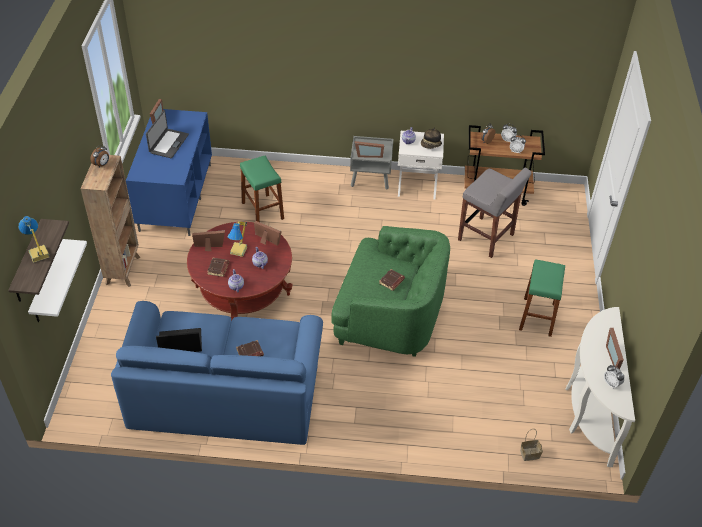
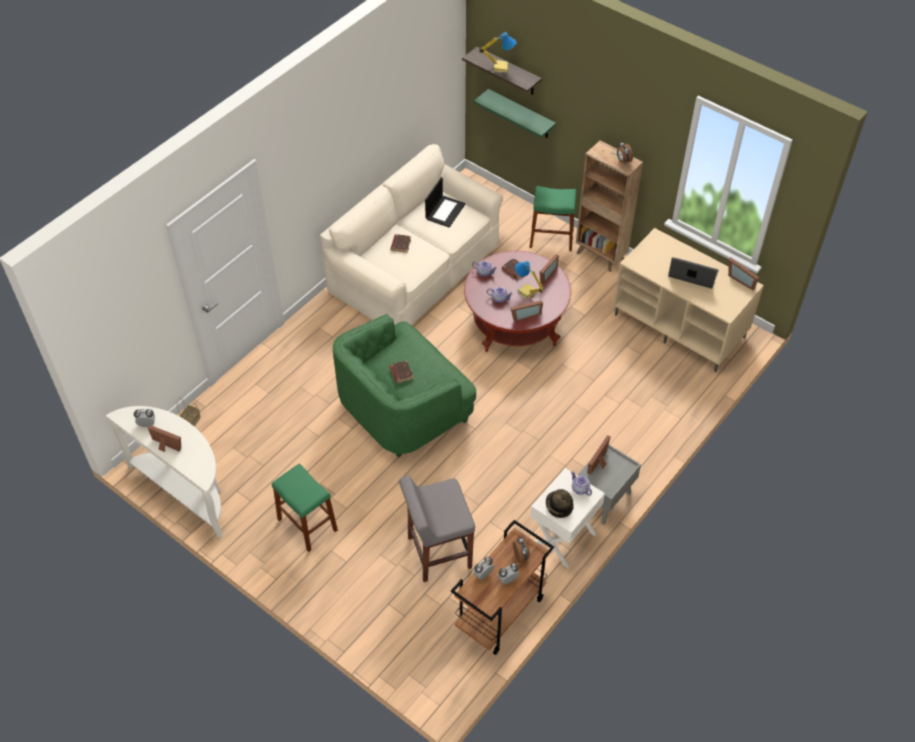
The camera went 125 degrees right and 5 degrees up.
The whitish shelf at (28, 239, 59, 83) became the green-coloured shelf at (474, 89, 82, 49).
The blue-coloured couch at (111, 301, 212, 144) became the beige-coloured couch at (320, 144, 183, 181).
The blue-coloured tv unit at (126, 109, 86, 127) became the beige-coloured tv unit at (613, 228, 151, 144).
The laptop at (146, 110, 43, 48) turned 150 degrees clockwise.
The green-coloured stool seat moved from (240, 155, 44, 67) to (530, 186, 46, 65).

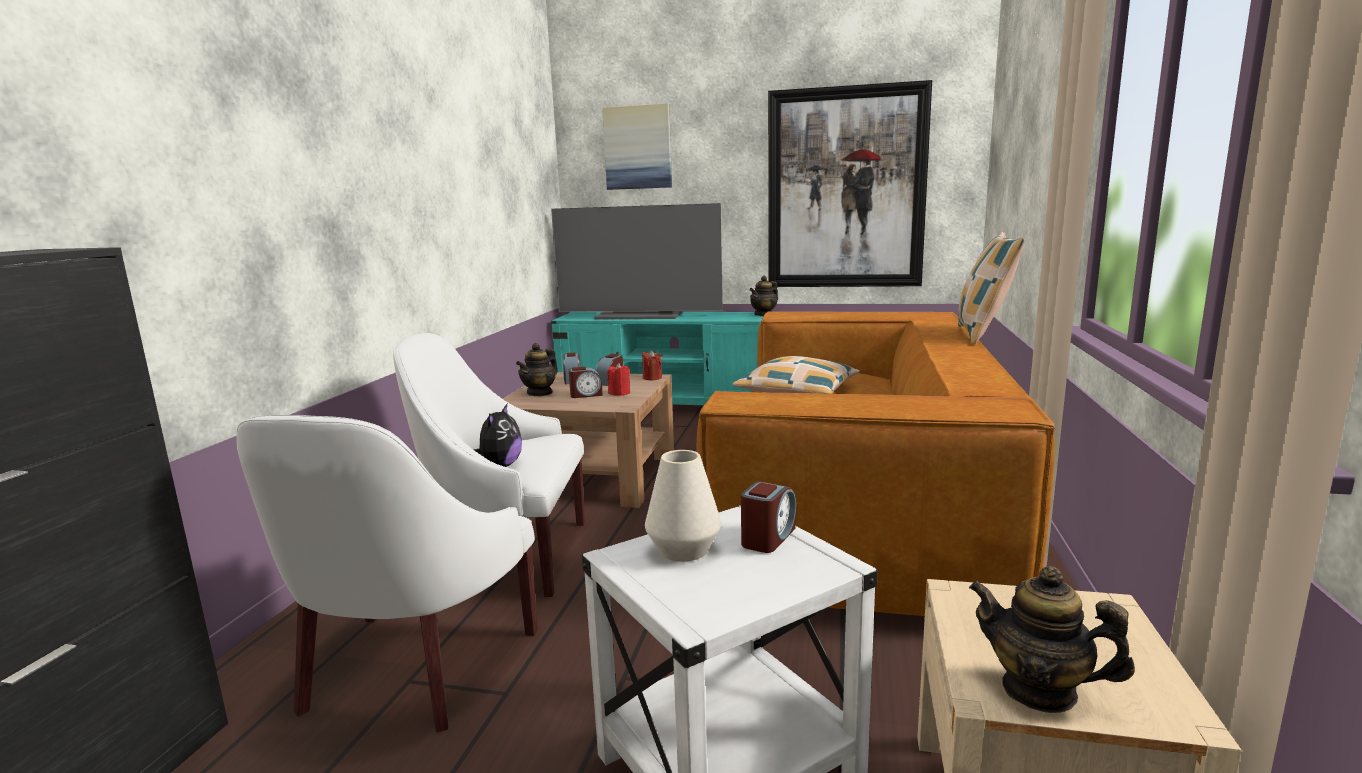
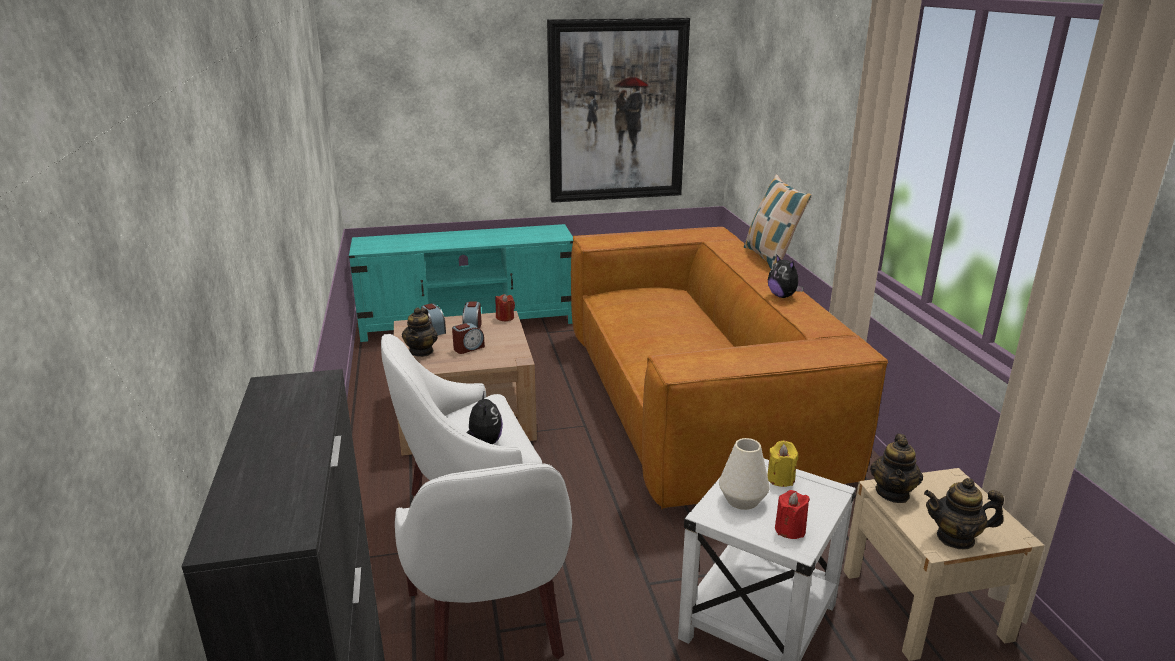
The camera went 25 degrees left and 10 degrees up.
The television at (551, 203, 172, 116) disappeared.
The picture at (602, 103, 70, 87) disappeared.
The red-coloured wax light moved from (607, 363, 23, 33) to (775, 490, 35, 49).
The throw pillow at (733, 356, 127, 38) disappeared.
The bedside clock at (741, 482, 55, 71) was replaced by the yellowish wax light at (767, 441, 31, 46).
The tea pot moved from (749, 276, 29, 40) to (870, 434, 53, 69).
The plush toy at (768, 254, 36, 44) appeared.

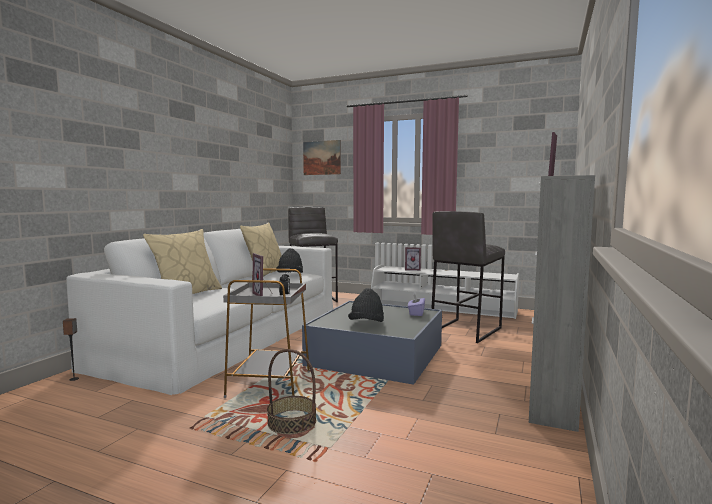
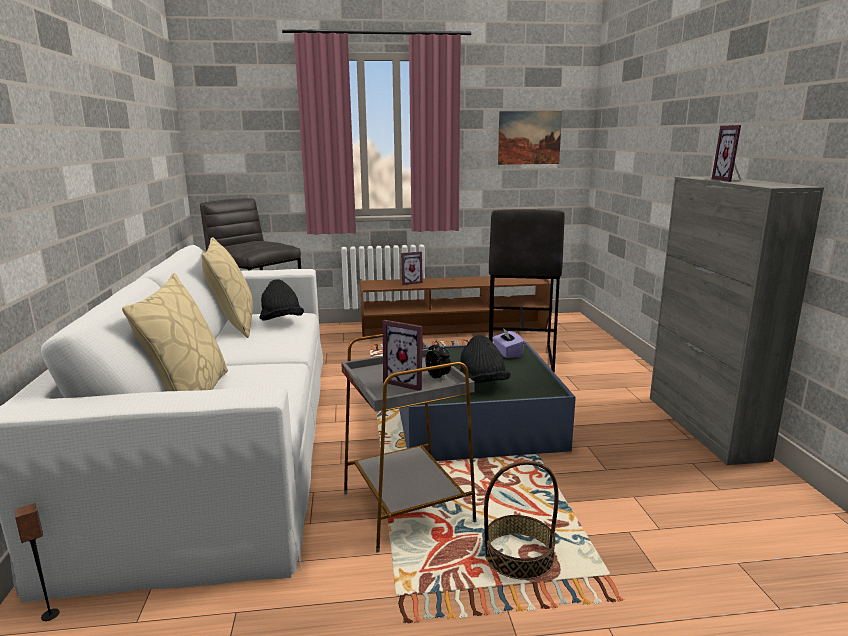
The camera went 30 degrees left and 10 degrees up.
The picture moved from (303, 140, 38, 35) to (498, 111, 64, 54).
The whitish tv unit at (371, 265, 148, 54) became the brown-coloured tv unit at (360, 276, 193, 61).

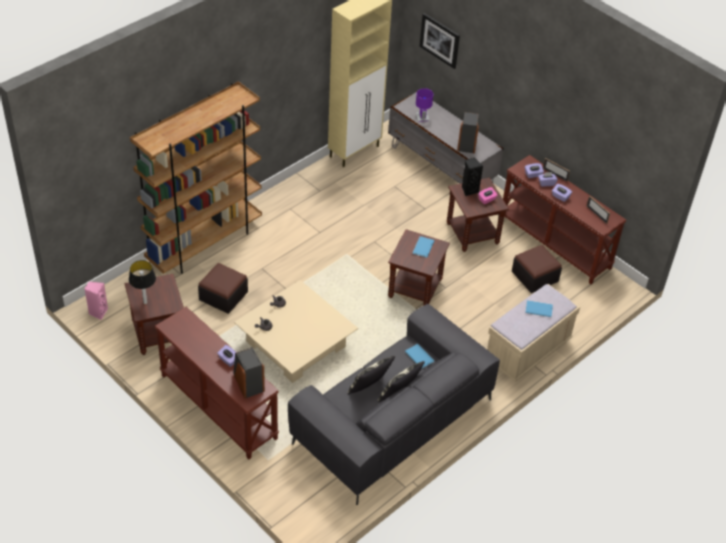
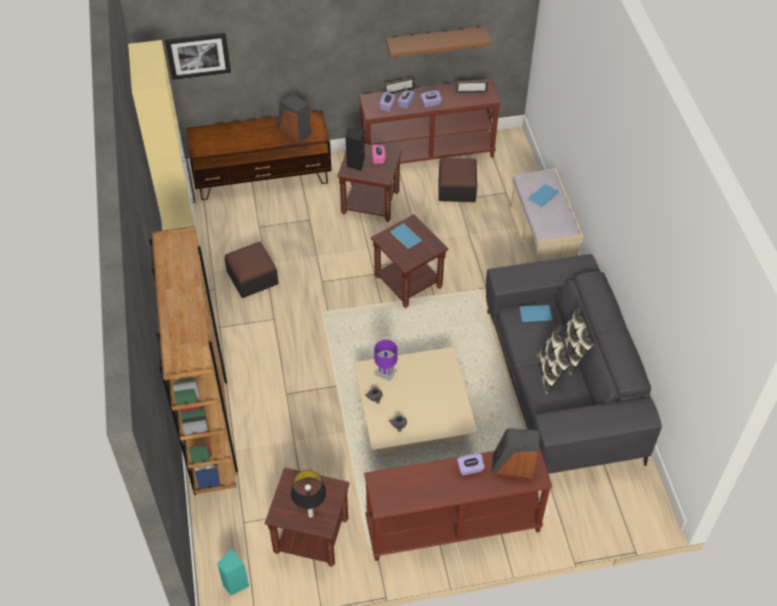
The camera went 55 degrees left and 5 degrees up.
The pink speaker at (84, 282, 24, 38) became the blue-green speaker at (217, 549, 32, 46).
The pouffe moved from (198, 263, 50, 51) to (224, 242, 55, 56).
The gray tv unit at (388, 92, 115, 92) became the brown-coloured tv unit at (186, 111, 145, 89).
The purple lamp for a table moved from (416, 88, 17, 34) to (374, 340, 24, 41).
The brown-coloured shelf at (386, 26, 106, 32) appeared.

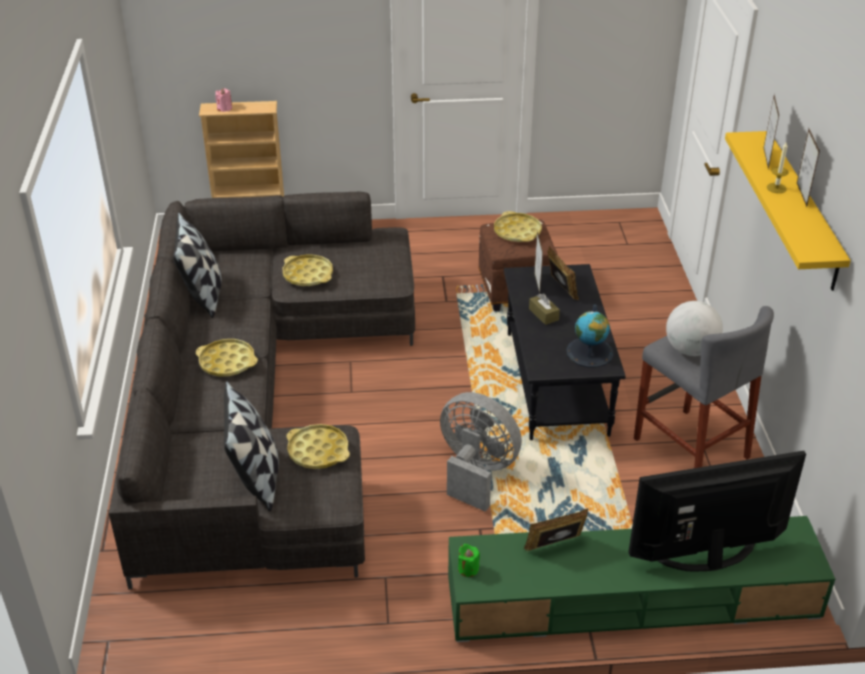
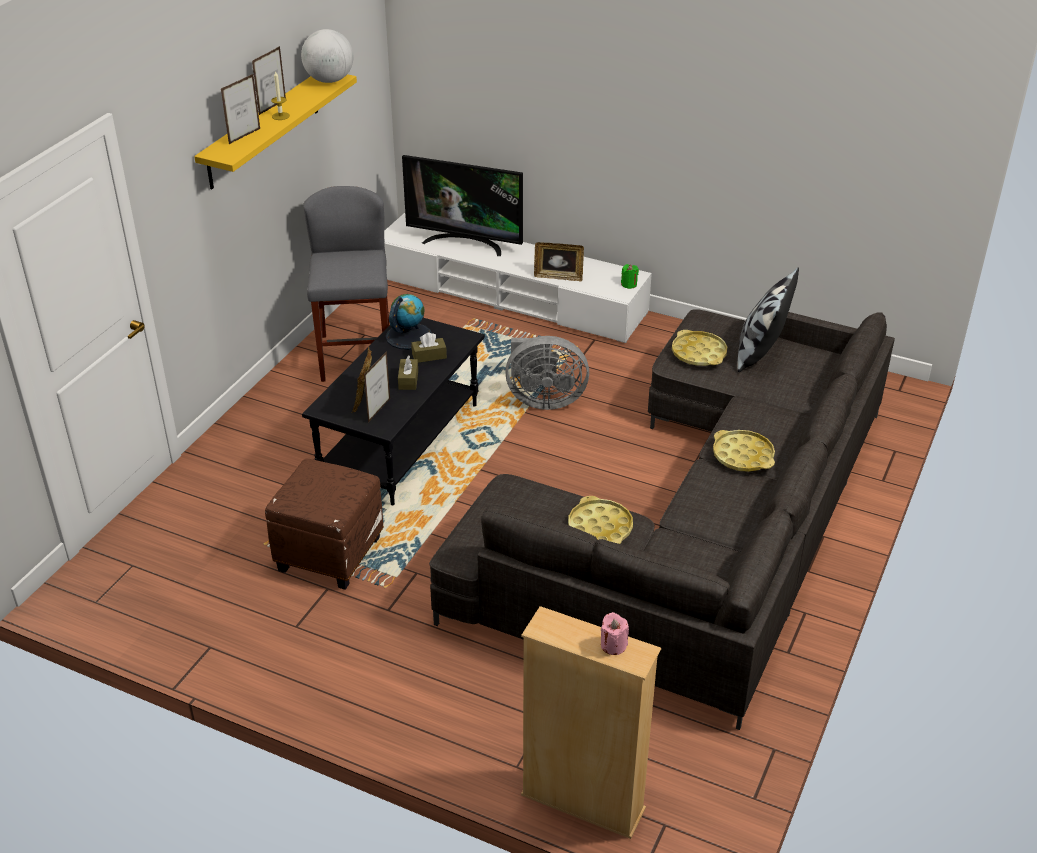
The camera went 150 degrees left and 0 degrees up.
The throw pillow at (173, 212, 49, 106) disappeared.
The gray cooling fan at (440, 392, 82, 120) turned 60 degrees counterclockwise.
The green-coloured tv unit at (448, 516, 387, 126) became the whitish tv unit at (384, 213, 268, 130).
The yellowish carrying tray at (494, 211, 48, 31) disappeared.
The world globe moved from (666, 301, 57, 55) to (301, 29, 52, 54).
The brown-coloured tissue holder at (411, 332, 36, 31) appeared.

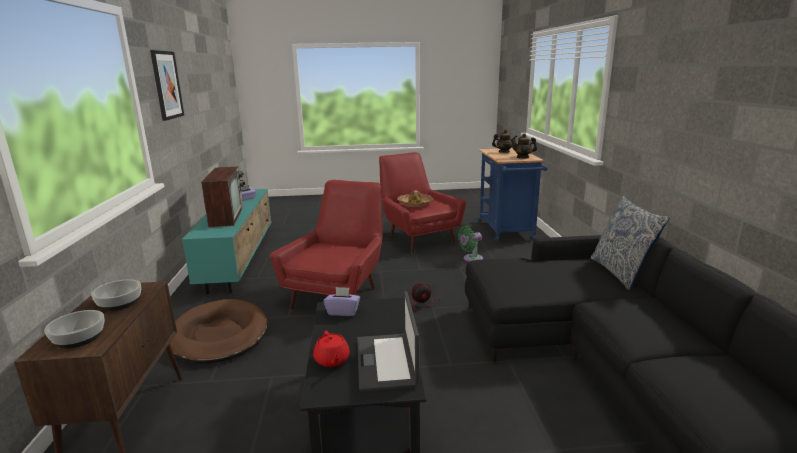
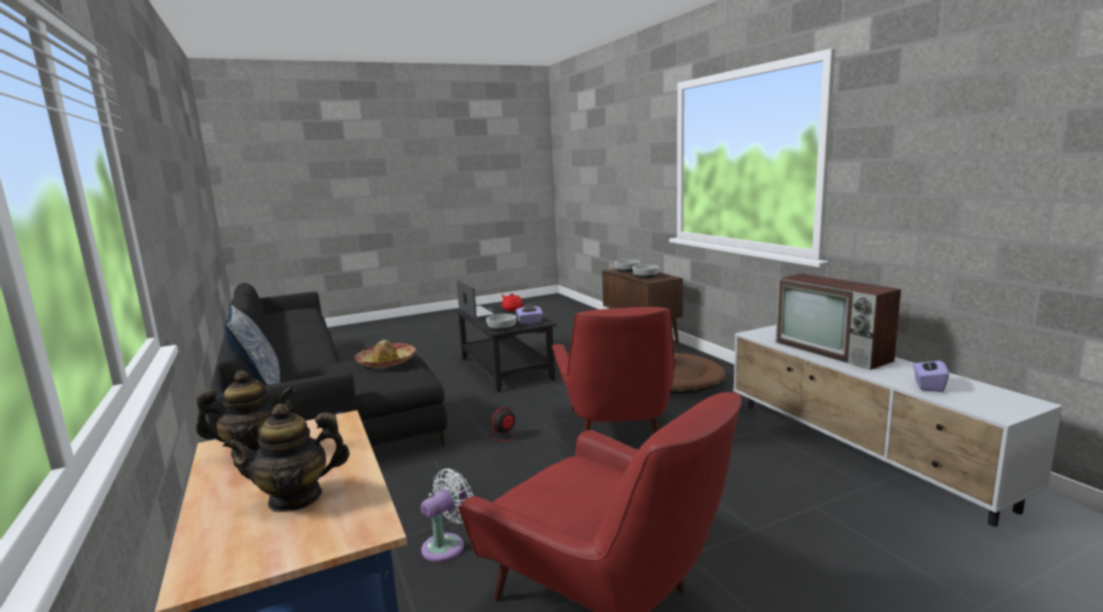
The camera went 160 degrees right and 5 degrees down.
The picture at (150, 50, 34, 71) disappeared.
The blue-green tv unit at (182, 189, 89, 106) became the whitish tv unit at (733, 325, 330, 202).
The wearable hat moved from (397, 190, 37, 17) to (355, 340, 61, 28).
The green-coloured cooling fan at (458, 226, 25, 36) became the whitish cooling fan at (421, 468, 52, 94).
The bowl at (486, 314, 30, 17) appeared.

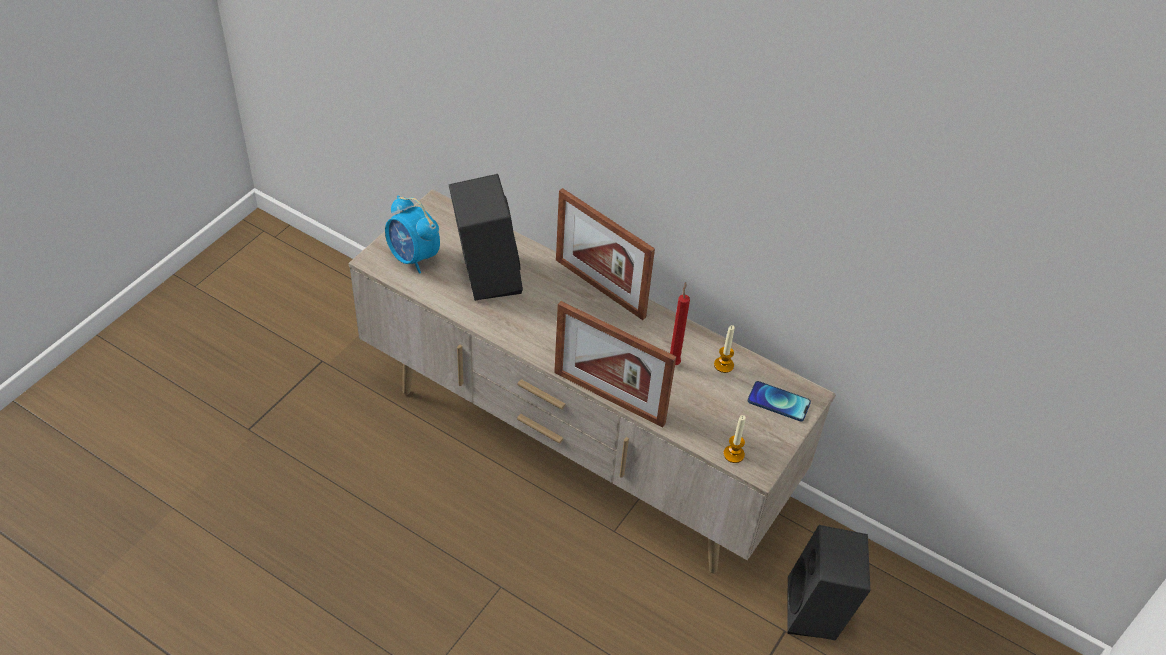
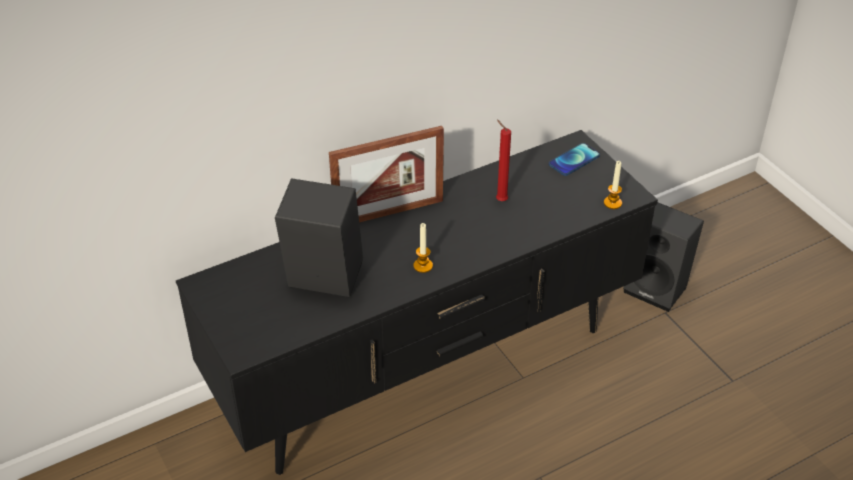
The camera went 60 degrees left and 5 degrees down.
The beige-coloured tv unit at (349, 189, 487, 384) became the blackish tv unit at (176, 130, 482, 345).
The bedside clock at (385, 195, 55, 79) disappeared.
The picture frame at (554, 301, 122, 127) disappeared.
The wax light moved from (714, 325, 21, 48) to (414, 223, 19, 50).

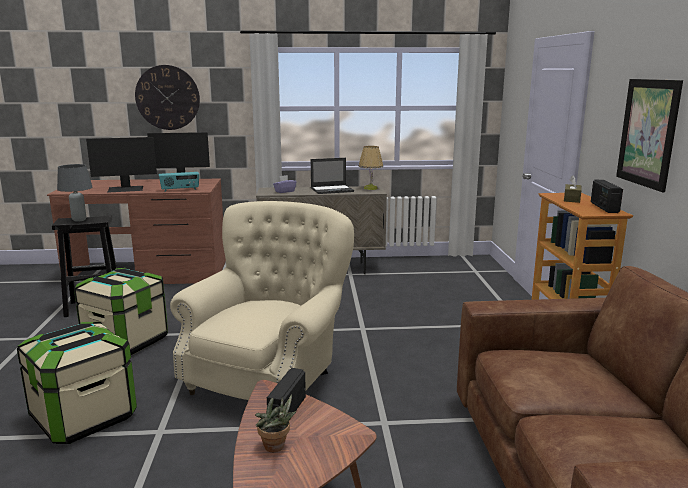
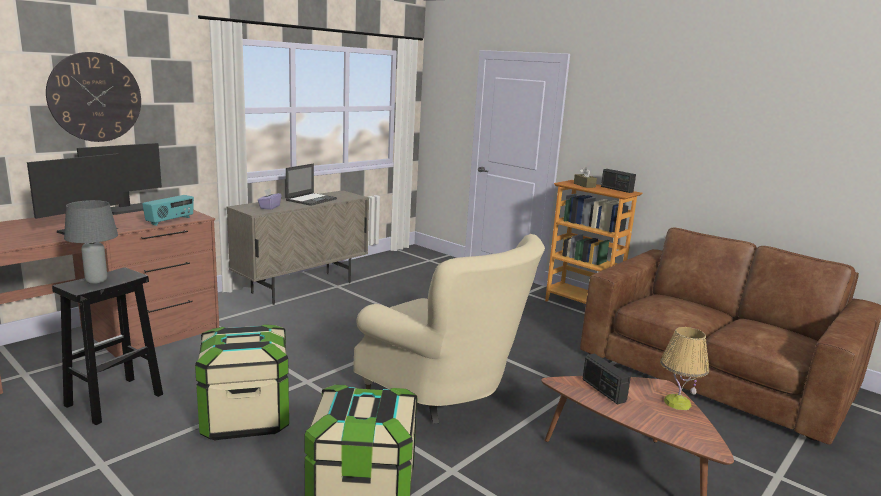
The camera went 45 degrees left and 0 degrees up.
The beige-coloured armchair at (170, 201, 184, 199) turned 150 degrees clockwise.
The potted plant at (255, 394, 42, 58) disappeared.
The lamp for a table moved from (359, 146, 24, 44) to (660, 327, 49, 83).
The picture at (616, 79, 67, 113) disappeared.

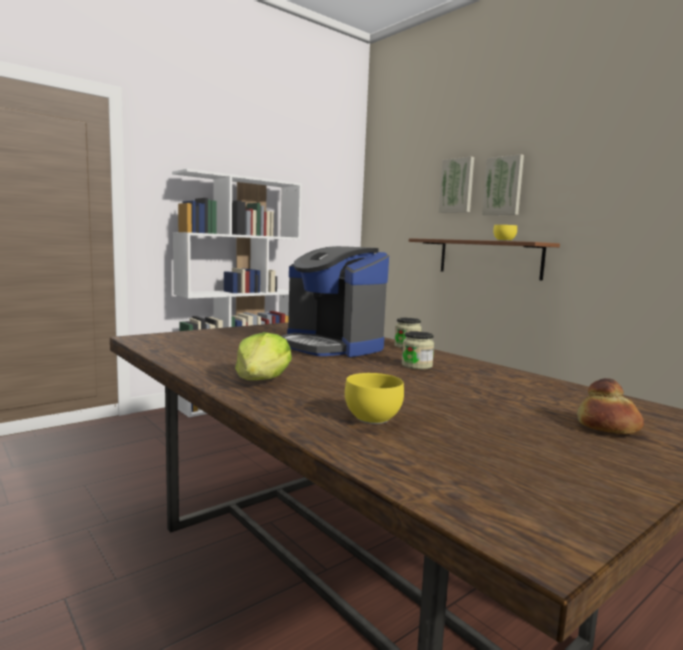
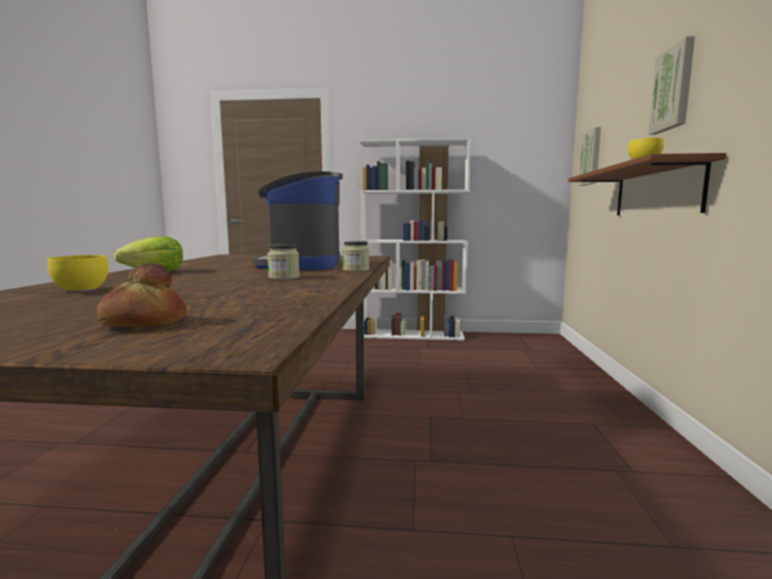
The camera went 45 degrees right and 0 degrees up.
The picture moved from (439, 157, 35, 56) to (578, 127, 23, 59).

